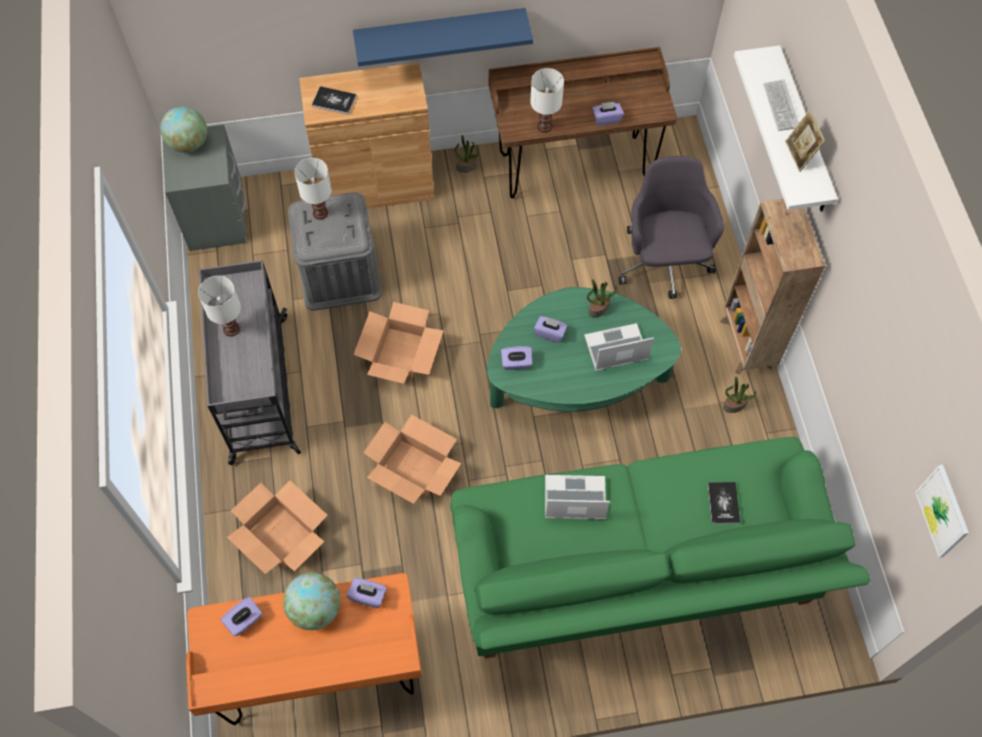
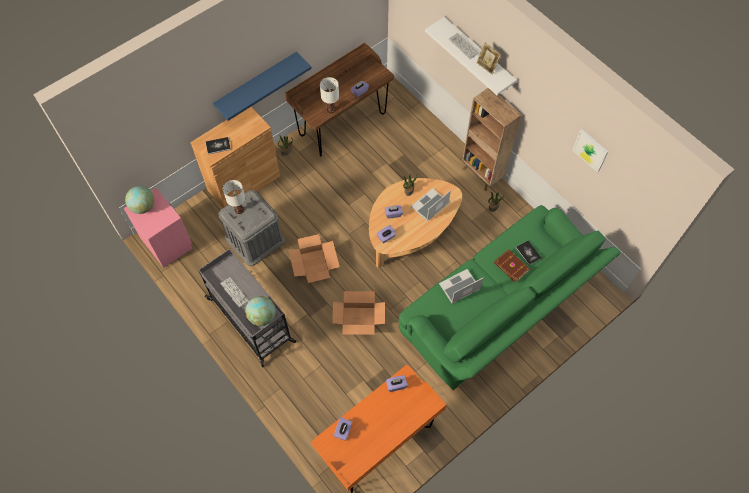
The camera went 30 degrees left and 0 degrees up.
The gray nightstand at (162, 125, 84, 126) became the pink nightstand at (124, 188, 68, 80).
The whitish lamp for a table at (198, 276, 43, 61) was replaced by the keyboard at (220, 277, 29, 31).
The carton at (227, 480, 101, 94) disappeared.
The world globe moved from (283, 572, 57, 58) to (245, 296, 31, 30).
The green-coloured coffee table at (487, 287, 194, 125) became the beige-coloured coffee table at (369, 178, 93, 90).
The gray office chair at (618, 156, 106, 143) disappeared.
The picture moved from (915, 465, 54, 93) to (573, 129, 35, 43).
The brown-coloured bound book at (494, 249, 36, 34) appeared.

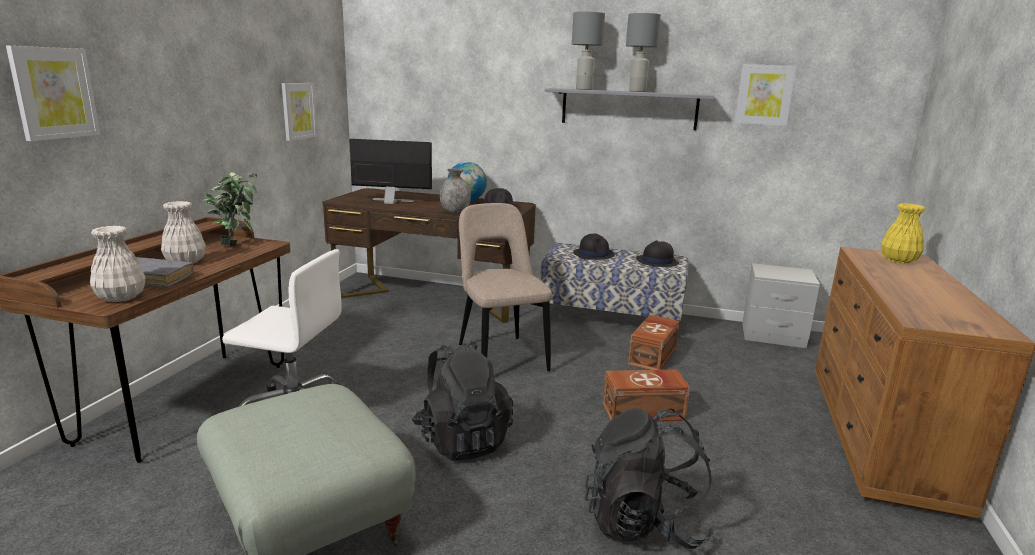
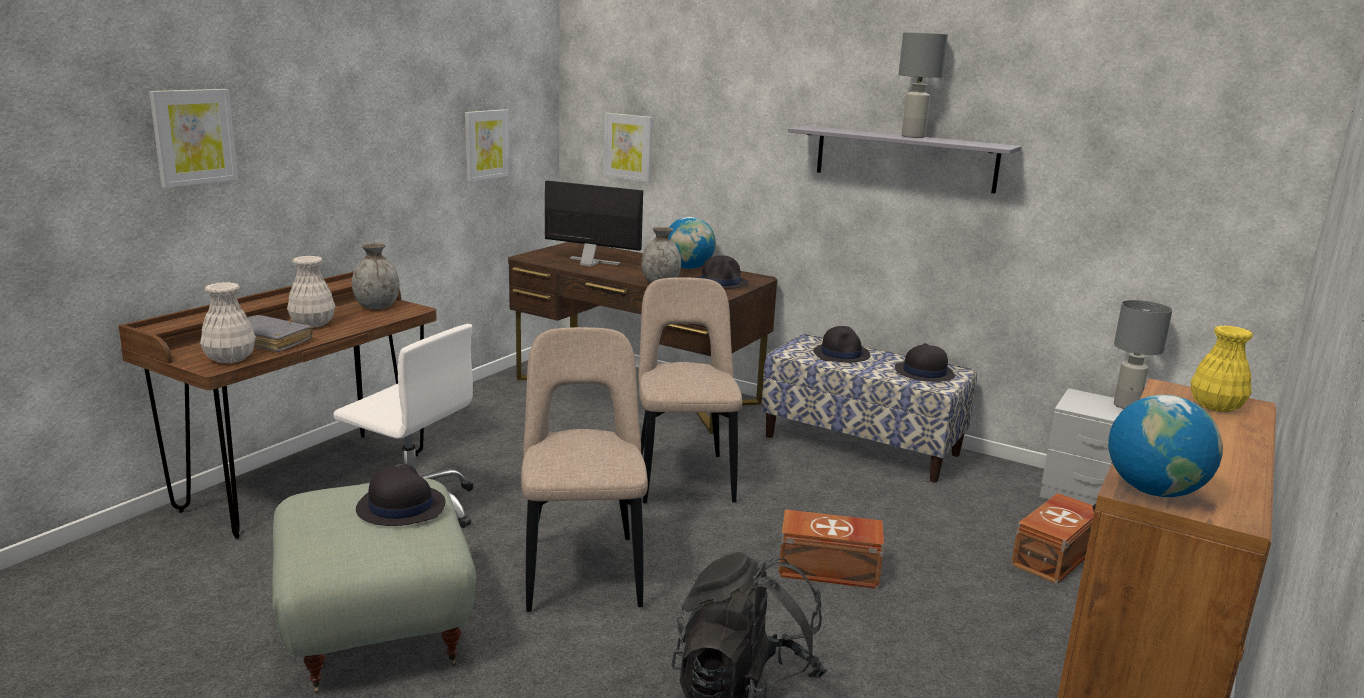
The camera went 15 degrees right and 0 degrees up.
The potted plant at (203, 172, 54, 74) was replaced by the gray flower vase at (352, 243, 48, 66).
The blackish rucksack at (412, 341, 101, 120) was replaced by the beige-coloured plain chair at (521, 327, 127, 285).
The gray lamp for a table moved from (572, 12, 33, 78) to (1114, 300, 58, 109).
The brown-coloured storage box moved from (628, 315, 51, 55) to (1011, 493, 83, 91).
The picture moved from (735, 64, 62, 62) to (604, 113, 49, 69).
The blackish wearable hat at (356, 464, 90, 62) appeared.
The world globe at (1108, 395, 115, 102) appeared.

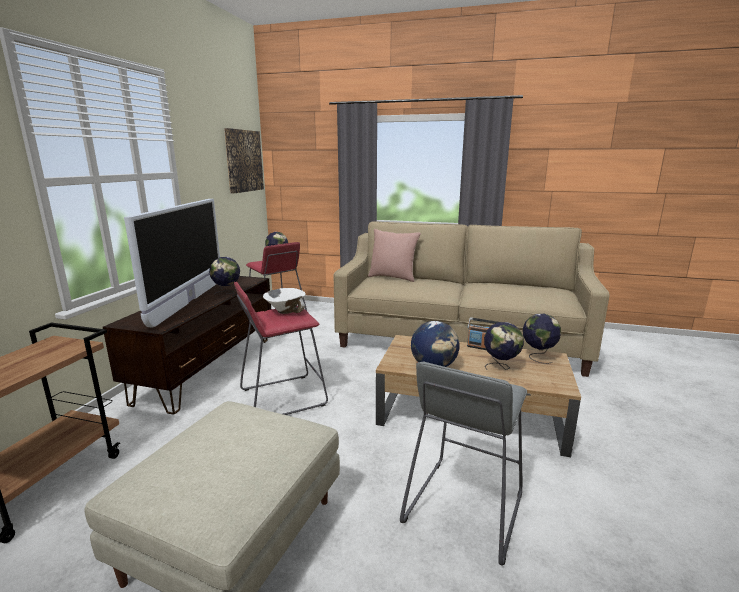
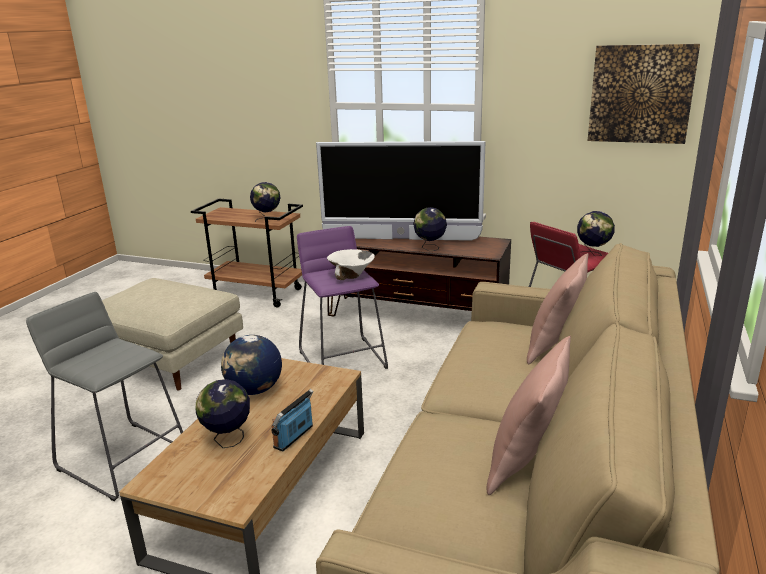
The camera went 95 degrees right and 5 degrees up.
The red-coloured stool seat at (234, 282, 94, 133) became the purple stool seat at (297, 226, 91, 143).
The world globe moved from (523, 314, 38, 50) to (250, 182, 31, 40).
The pink throw pillow at (486, 336, 85, 159) appeared.

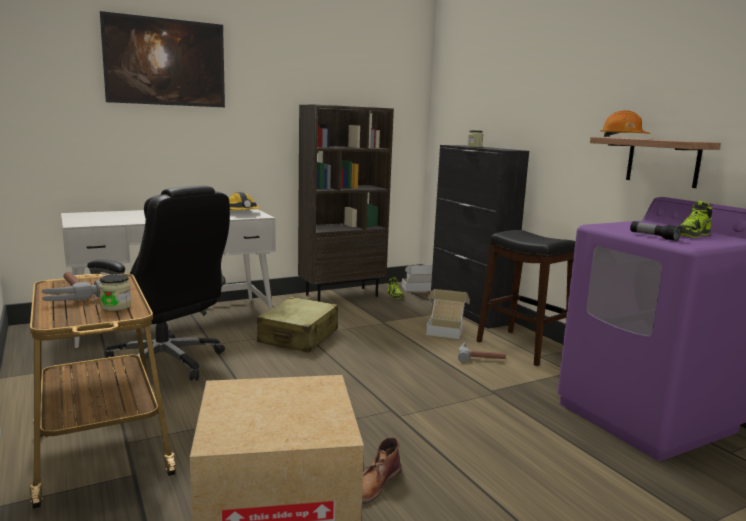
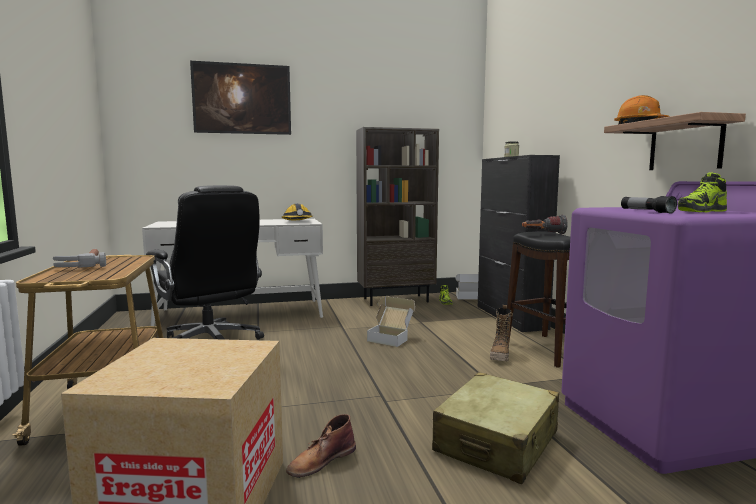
The camera went 15 degrees right and 5 degrees down.
The preserve jar at (99, 274, 32, 37) disappeared.
The beige-coloured travel case moved from (257, 297, 81, 56) to (432, 372, 127, 112).
The carton moved from (426, 289, 44, 50) to (367, 296, 48, 51).
The tool hammer at (458, 342, 48, 20) was replaced by the high-top boot at (490, 305, 23, 56).
The flashlight at (522, 215, 45, 20) appeared.

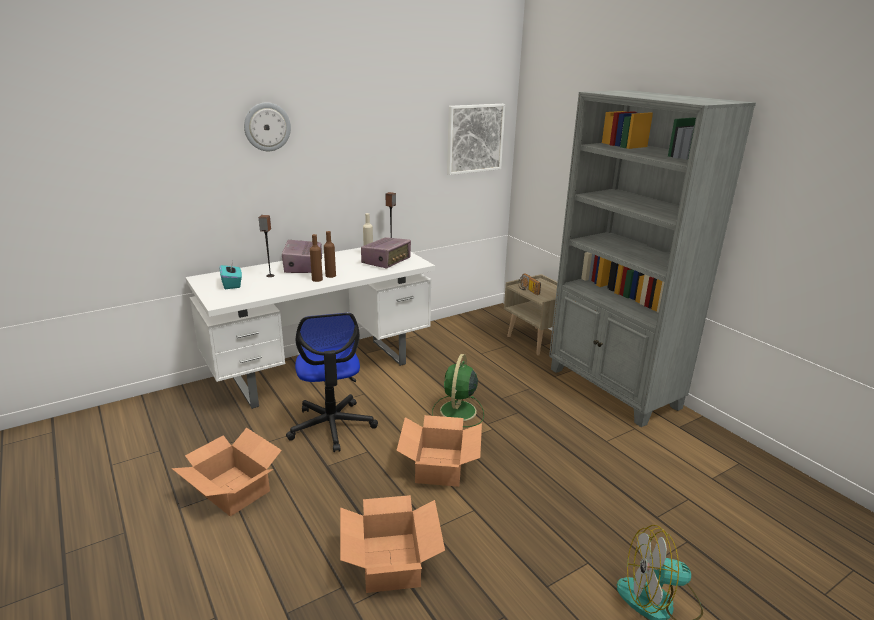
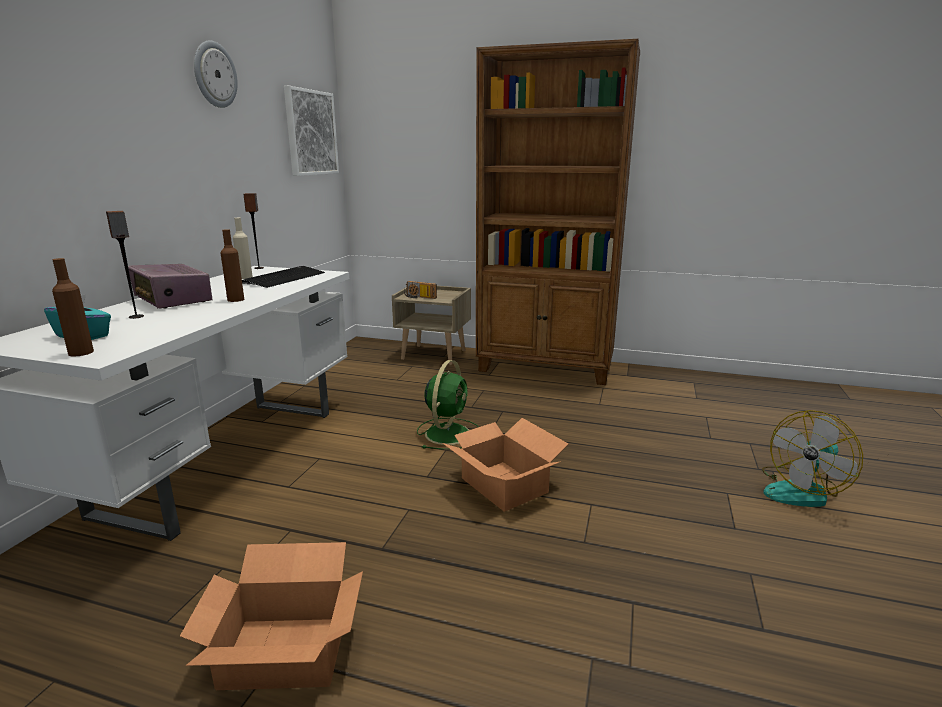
The camera went 40 degrees left and 5 degrees down.
The clock on the wall moved from (244, 102, 47, 49) to (194, 40, 44, 68).
The office chair at (286, 313, 92, 139) disappeared.
The brown-coloured beverage bottle moved from (310, 234, 13, 48) to (52, 258, 42, 98).
The carton at (340, 495, 105, 98) disappeared.
The radio receiver at (361, 237, 50, 31) was replaced by the keyboard at (242, 266, 83, 22).
The green-coloured cooling fan at (432, 354, 52, 73) turned 135 degrees counterclockwise.
The gray bookshelf at (549, 90, 207, 337) became the brown-coloured bookshelf at (476, 39, 164, 346).

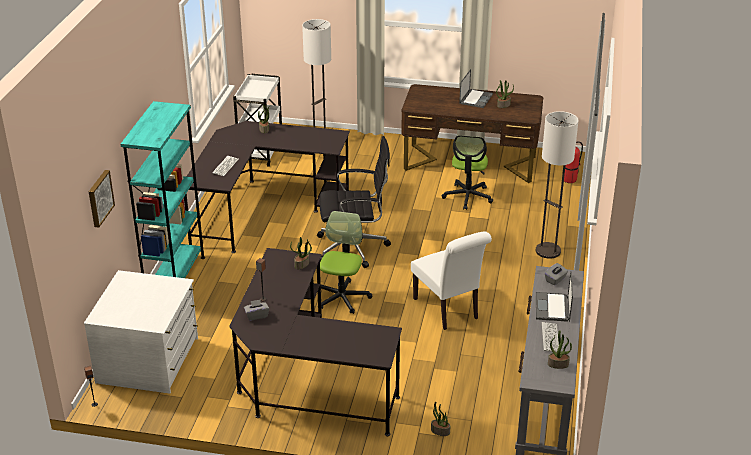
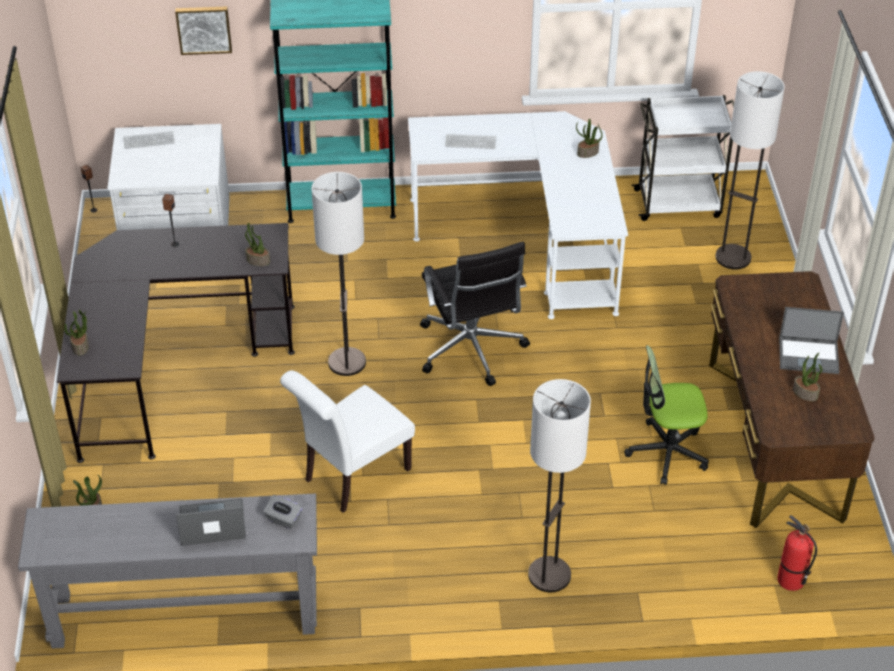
The camera went 75 degrees right and 10 degrees up.
The blackish desk table at (184, 121, 166, 132) became the whitish desk table at (408, 111, 220, 208).
The gray tissue holder at (244, 299, 25, 22) disappeared.
The office chair at (320, 211, 52, 103) was replaced by the standard lamp at (312, 172, 54, 204).
The keyboard moved from (542, 322, 17, 30) to (123, 131, 51, 18).
The potted plant moved from (548, 330, 24, 39) to (64, 309, 25, 46).

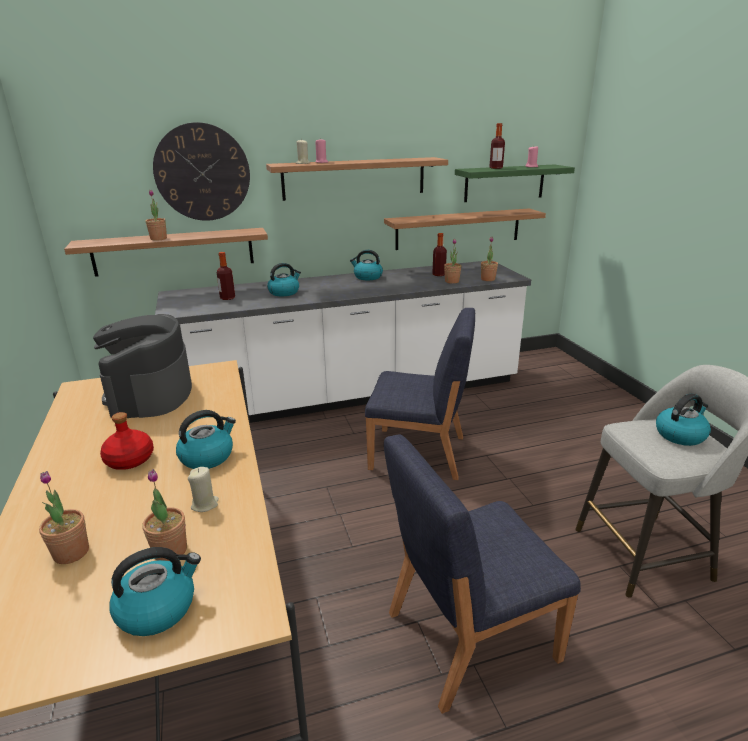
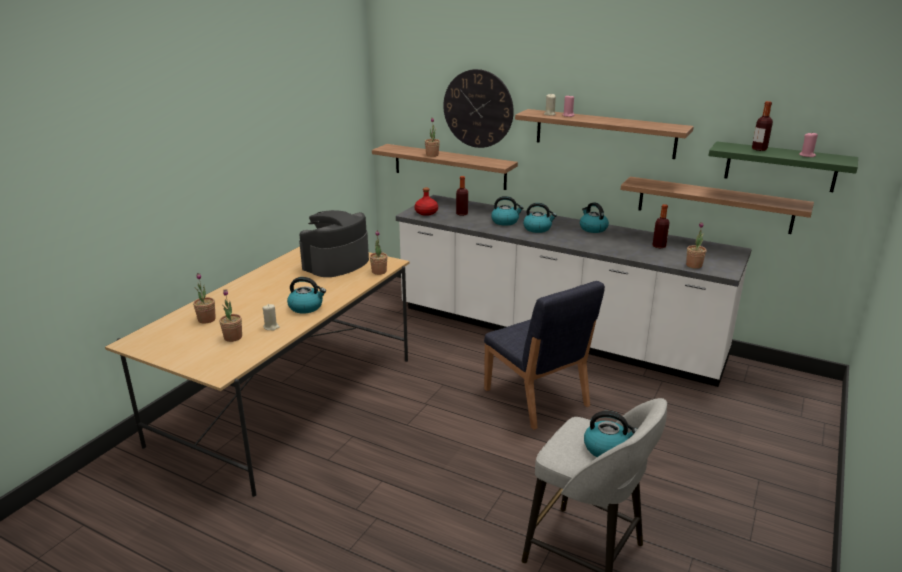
The camera went 45 degrees right and 0 degrees up.
The red-coloured beverage bottle moved from (100, 412, 54, 58) to (415, 187, 23, 29).
The kettle moved from (110, 547, 91, 89) to (523, 203, 34, 30).
The blue-coloured plain chair at (384, 435, 197, 279) disappeared.
The potted plant moved from (444, 239, 17, 45) to (370, 230, 18, 45).

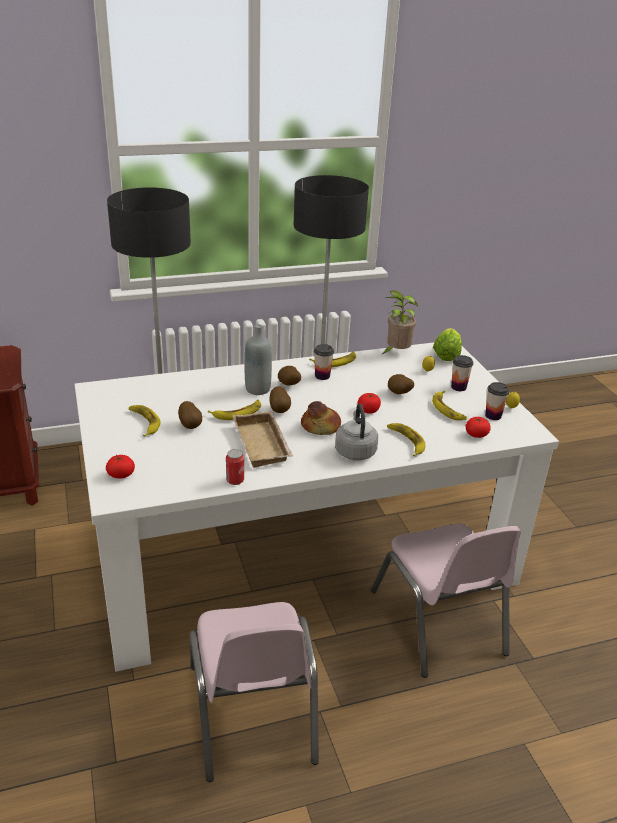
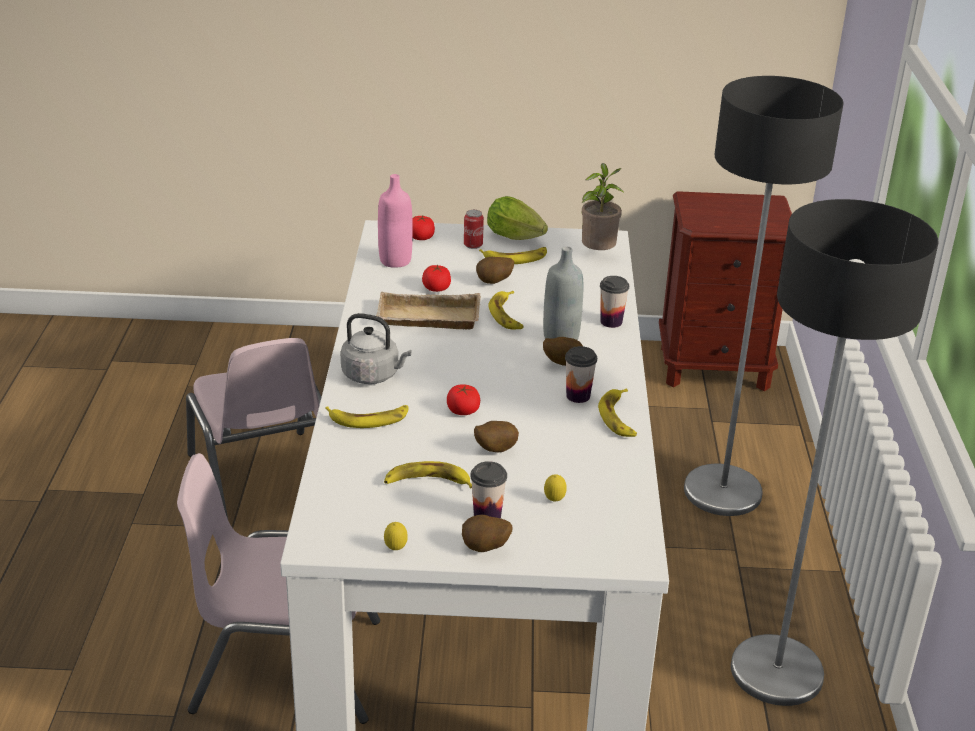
The camera went 110 degrees right and 0 degrees up.
The pink plain chair at (190, 602, 129, 180) turned 120 degrees counterclockwise.
The metal can moved from (226, 449, 18, 36) to (464, 210, 20, 39).
The potato moved from (270, 386, 21, 27) to (462, 515, 51, 37).
The baked bread at (301, 401, 40, 34) disappeared.
The potted plant moved from (383, 290, 35, 64) to (582, 163, 43, 87).
The lettuce moved from (433, 328, 29, 33) to (487, 196, 61, 44).
The whole tomato moved from (466, 417, 25, 21) to (422, 264, 29, 28).
The small cup moved from (485, 382, 25, 38) to (600, 276, 29, 52).
The pink beverage bottle at (378, 174, 35, 94) appeared.

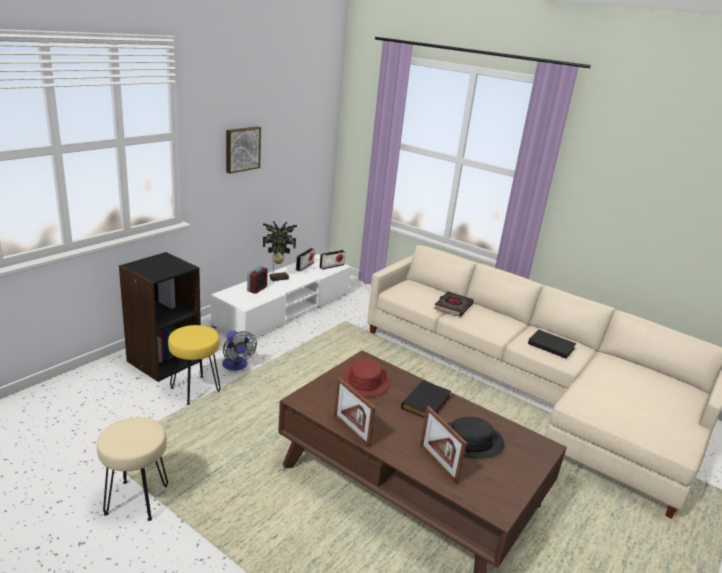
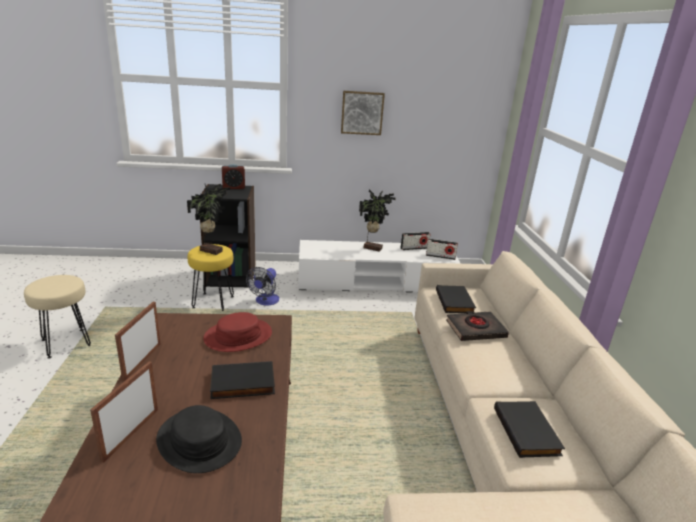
The camera went 50 degrees right and 0 degrees up.
The bedside clock moved from (247, 266, 21, 28) to (222, 164, 23, 25).
The potted plant at (187, 184, 43, 71) appeared.
The blackish bound book at (436, 285, 40, 28) appeared.

